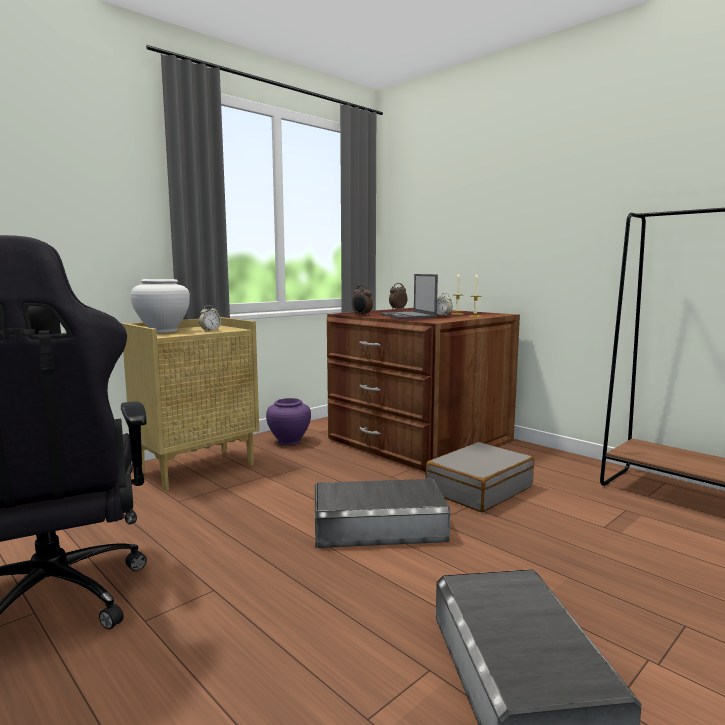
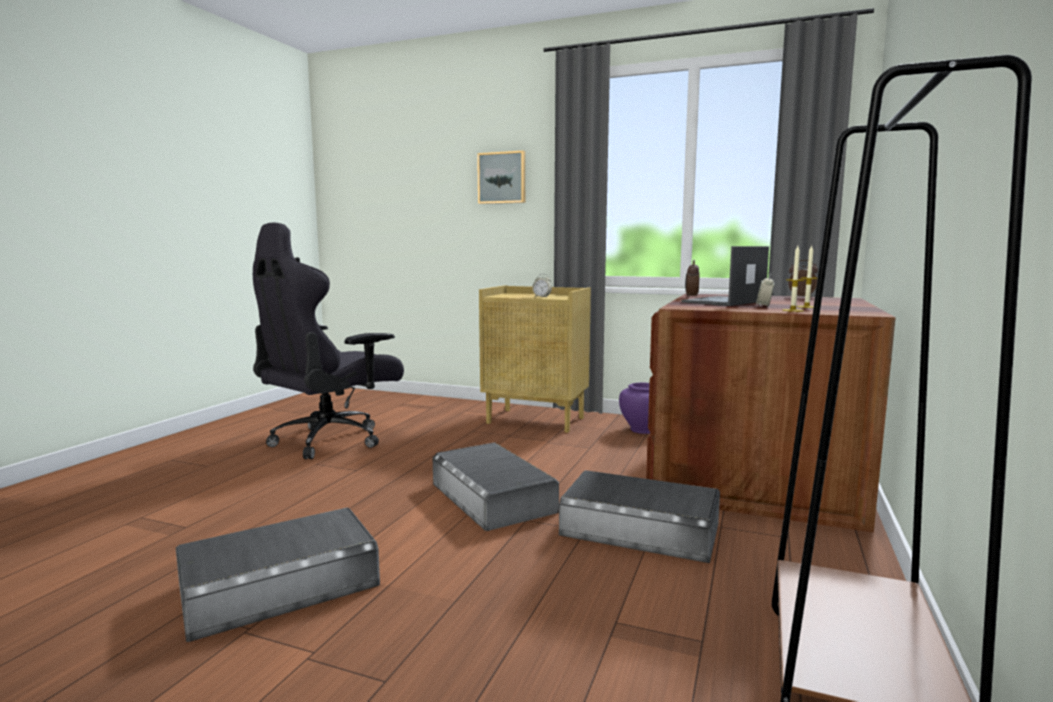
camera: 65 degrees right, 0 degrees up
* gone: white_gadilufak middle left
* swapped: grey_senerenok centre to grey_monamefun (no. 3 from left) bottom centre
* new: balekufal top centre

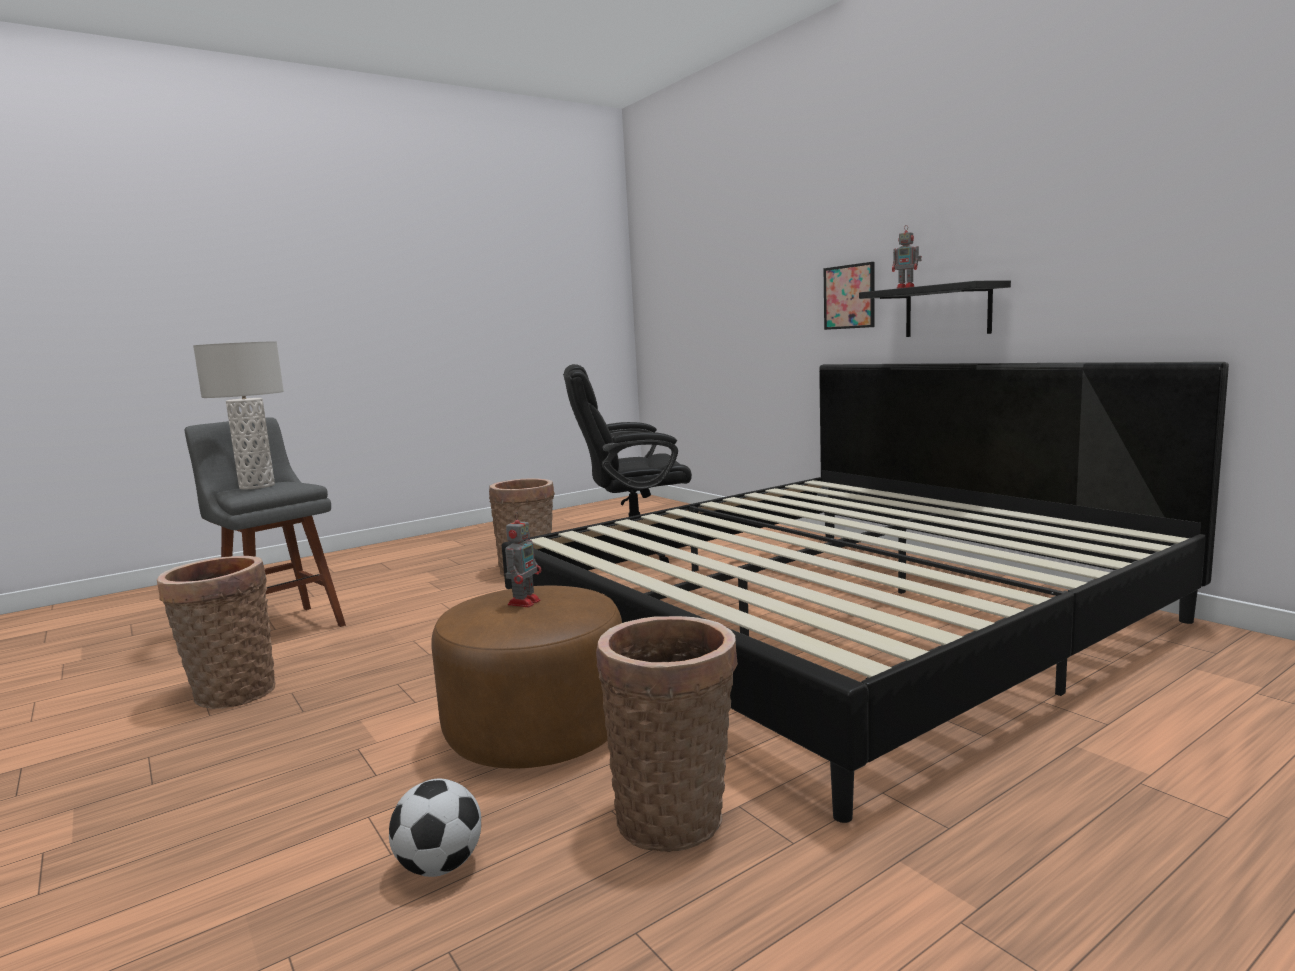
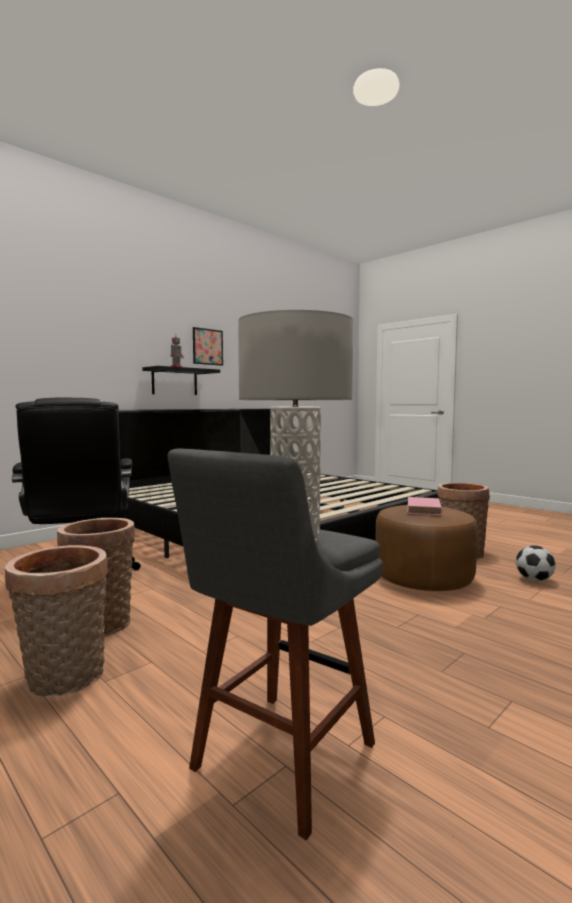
camera: 100 degrees left, 5 degrees down
* shifted: balekufal top centre to centre
* swapped: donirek (no. 1 from left) centre to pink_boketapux middle right
* shifted: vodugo (no. 1 from left) middle left to bottom left

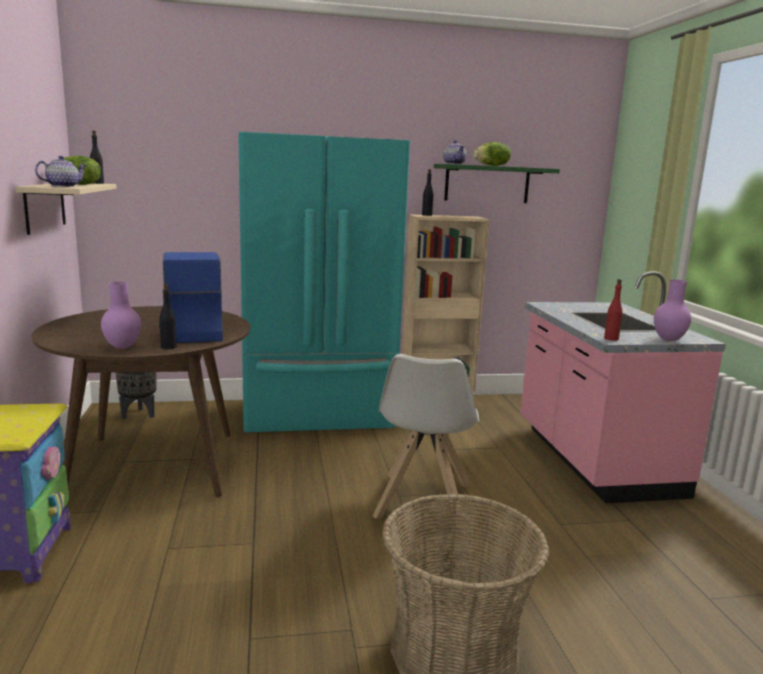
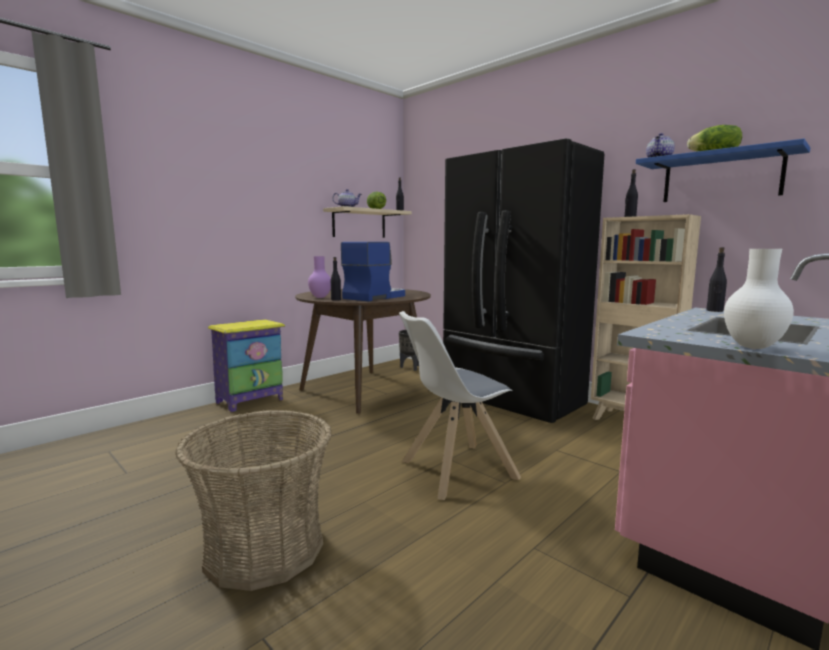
camera: 55 degrees right, 5 degrees down
* repainted: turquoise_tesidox centre to black_tesidox centre
* repainted: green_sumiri top centre to blue_sumiri top right
* gone: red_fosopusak middle right
* repainted: purple_gadilufak (no. 2 from left) middle right to white_gadilufak middle right
* new: black_fosopusak (no. 4 from left) middle right

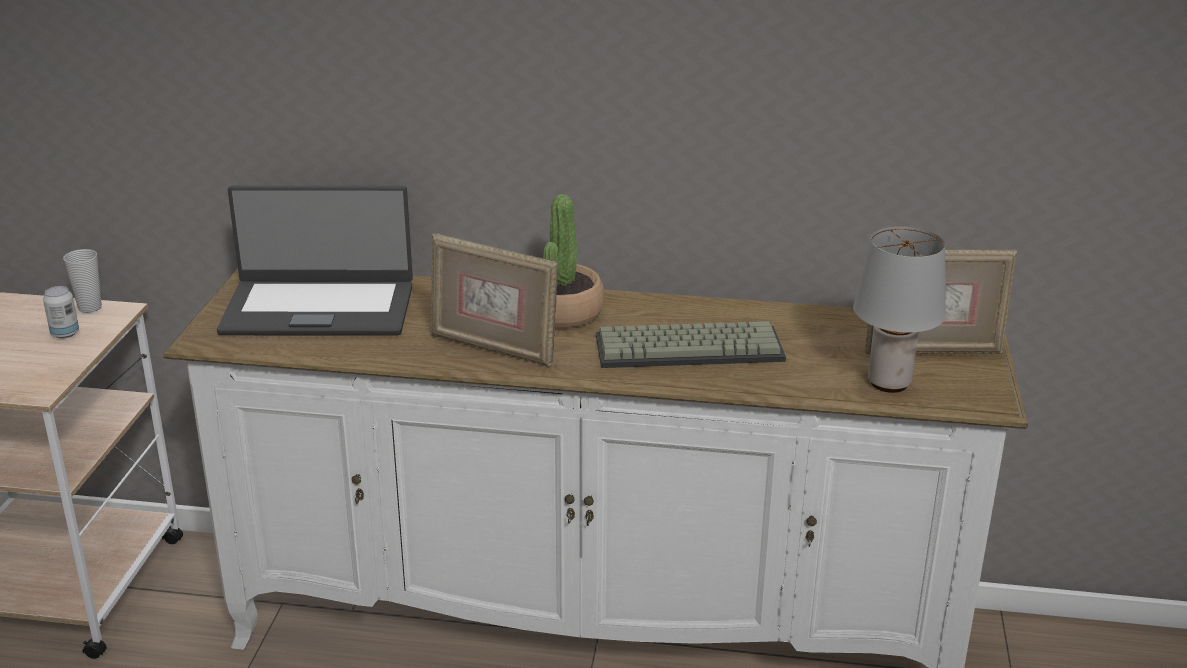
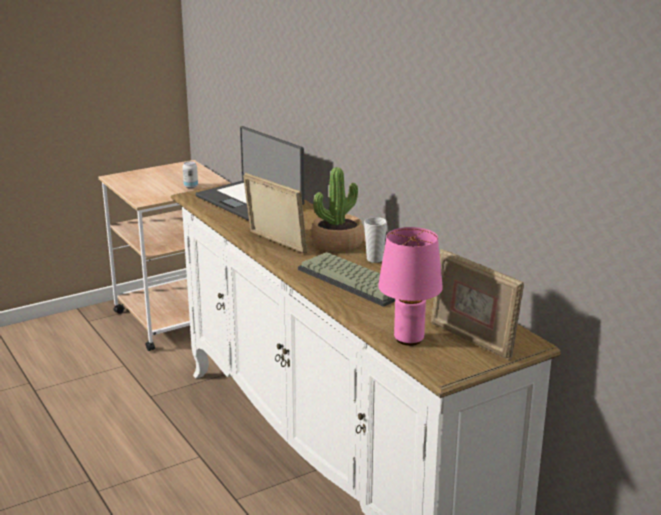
camera: 50 degrees right, 5 degrees down
* repainted: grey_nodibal middle right to pink_nodibal centre
* rotated: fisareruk (no. 1 from left) centre = centre 150 degrees clockwise
* shifted: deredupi middle left to centre

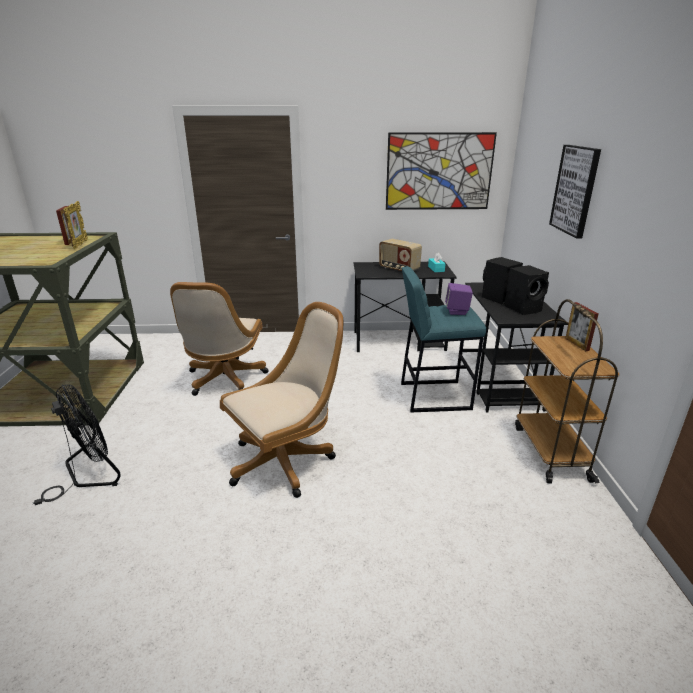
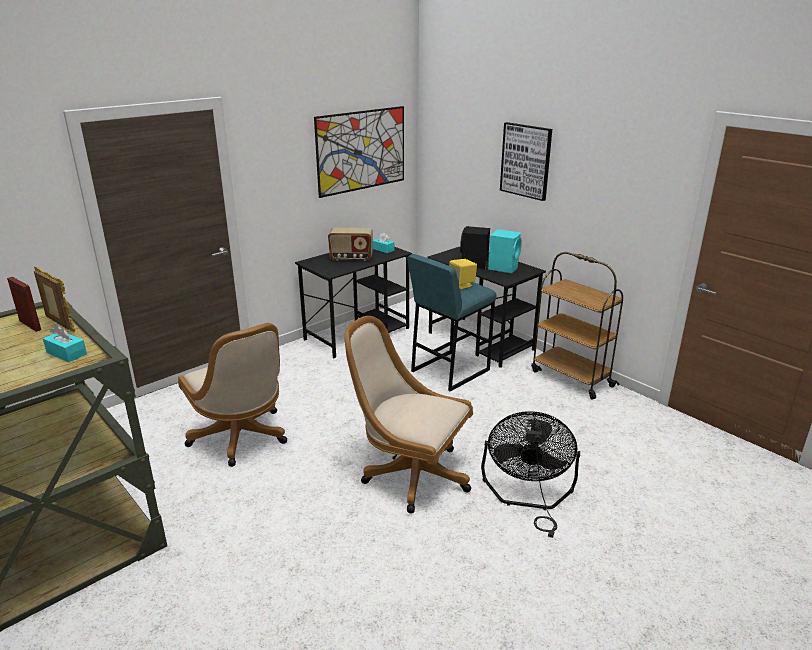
camera: 40 degrees left, 0 degrees up
* repainted: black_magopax (no. 2 from left) middle right to turquoise_magopax centre
* repainted: purple_magopax centre to yellow_magopax centre
* rotated: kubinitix (no. 2 from left) centre = centre 75 degrees counterclockwise
* gone: fisareruk (no. 3 from left) middle right
* shifted: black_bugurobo middle left to bottom centre
* new: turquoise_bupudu (no. 1 from left) middle left

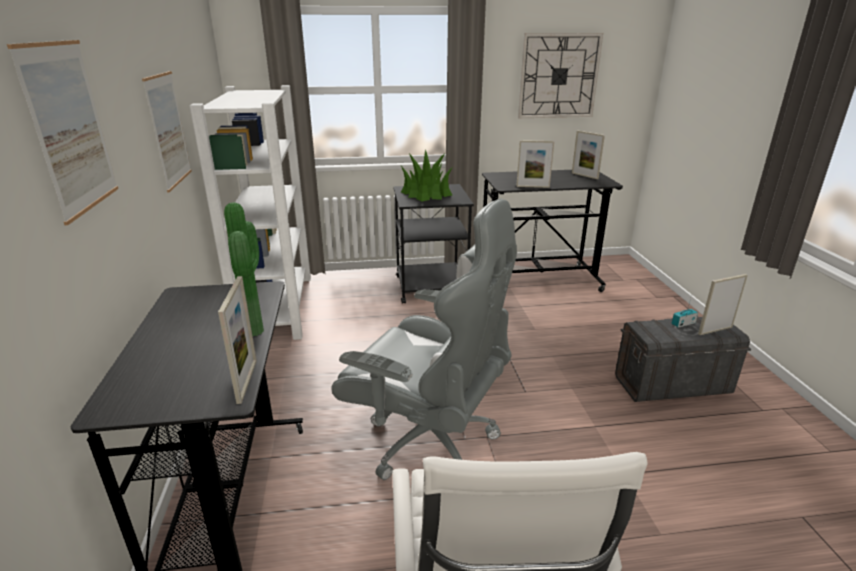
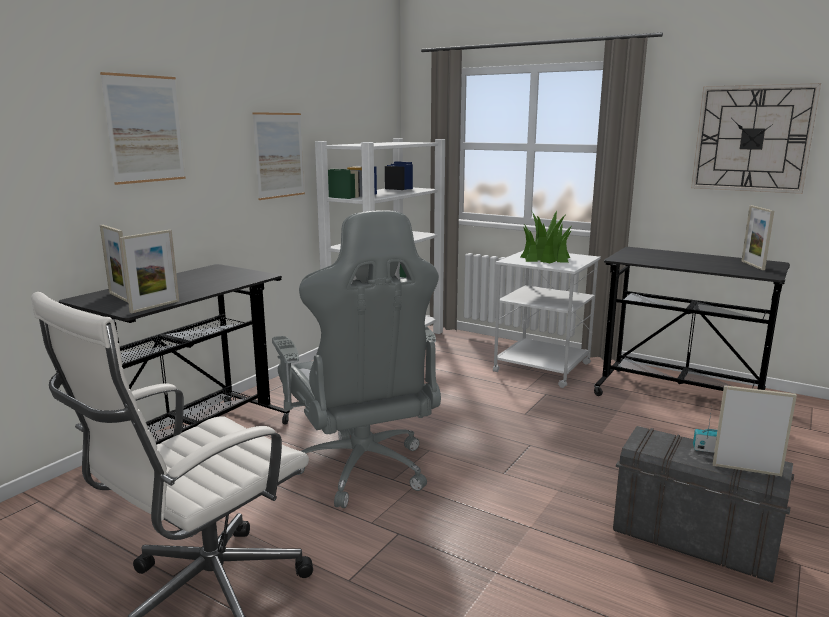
camera: 40 degrees right, 10 degrees down
* shifted: fisareruk (no. 2 from left in the first image) top centre to fisareruk (no. 1 from left) middle left
* repainted: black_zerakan centre to white_zerakan centre
* gone: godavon (no. 1 from left) middle left

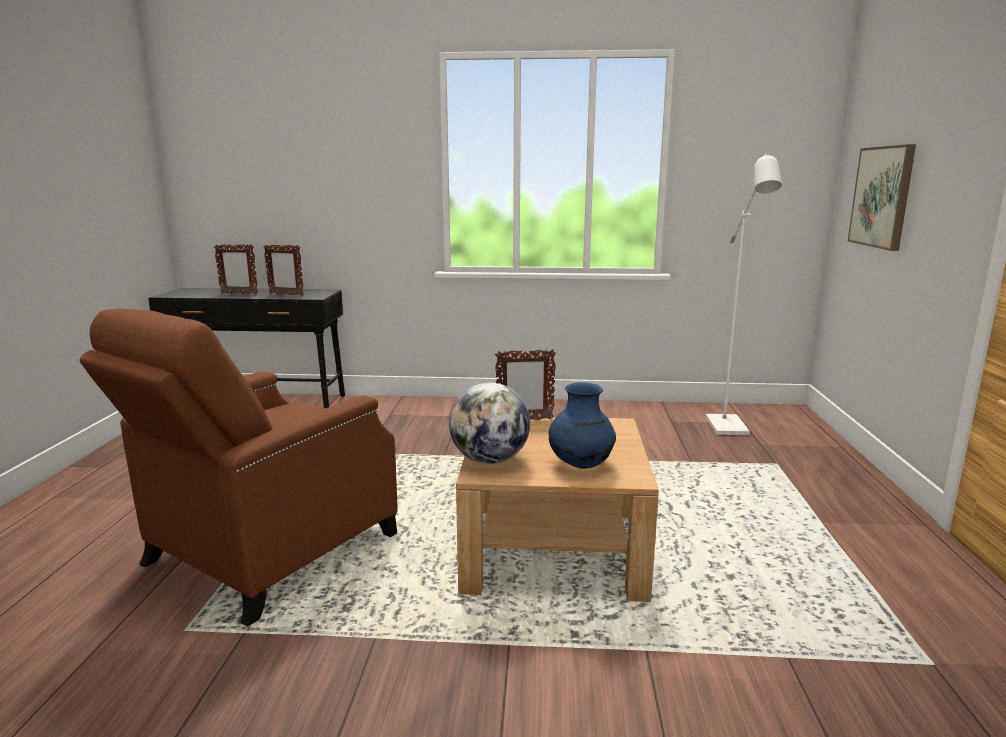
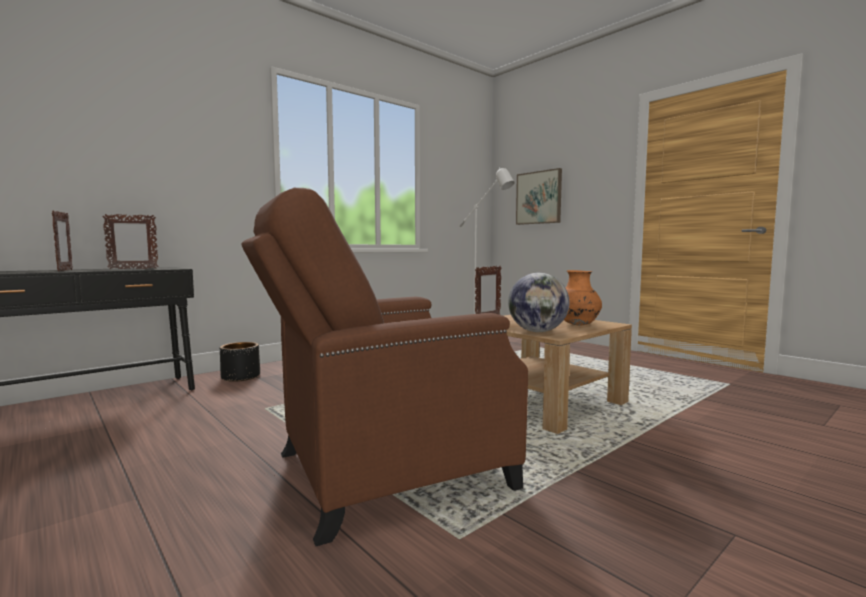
camera: 45 degrees left, 10 degrees down
* rotated: fisareruk (no. 1 from left) middle left = middle left 75 degrees counterclockwise
* rotated: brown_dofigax middle left = centre 75 degrees clockwise
* repainted: blue_gadilufak centre to orange_gadilufak middle right
* new: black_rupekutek middle left

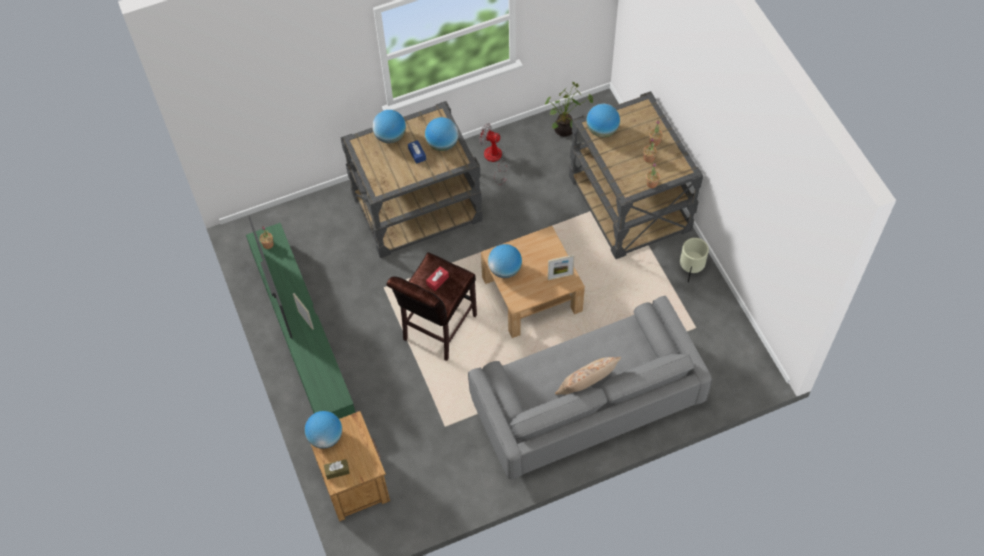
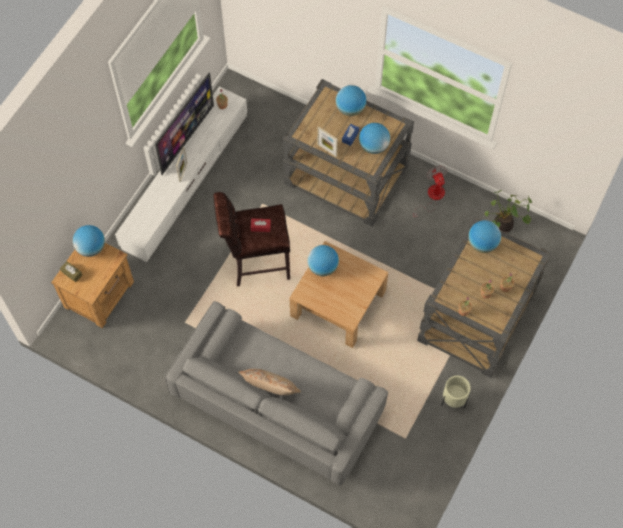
camera: 50 degrees right, 5 degrees up
* repainted: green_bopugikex middle left to white_bopugikex top left
* shifted: fisareruk (no. 2 from left) centre to top centre

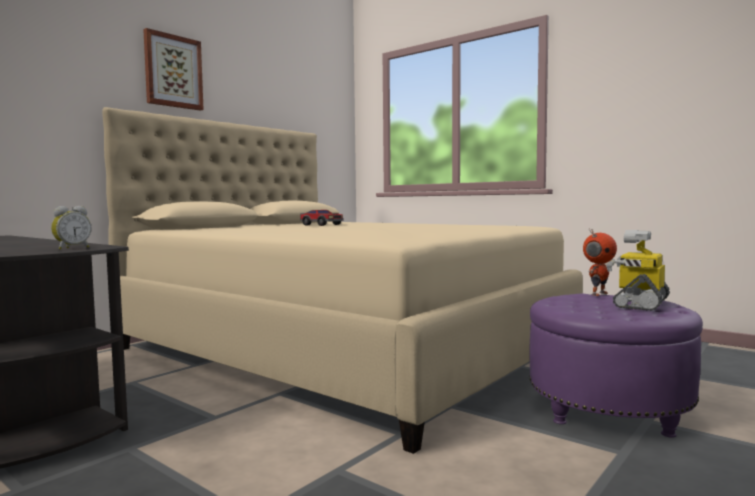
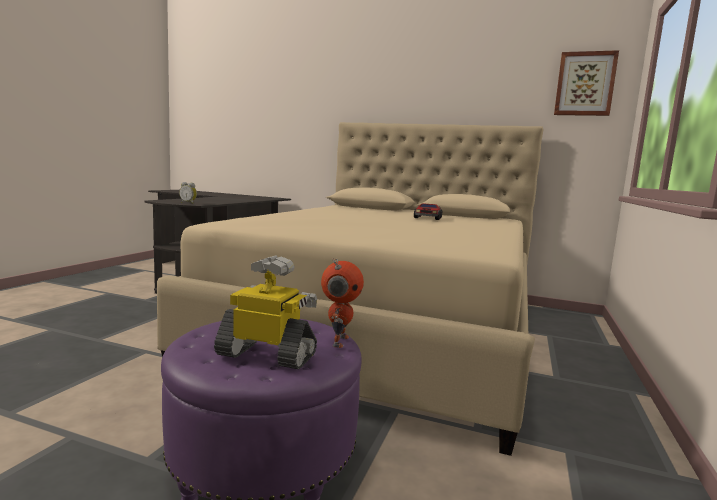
camera: 70 degrees right, 5 degrees up
* shifted: balekufal top left to top right
* rotated: donirek (no. 1 from left in the first image) middle right = centre 105 degrees counterclockwise

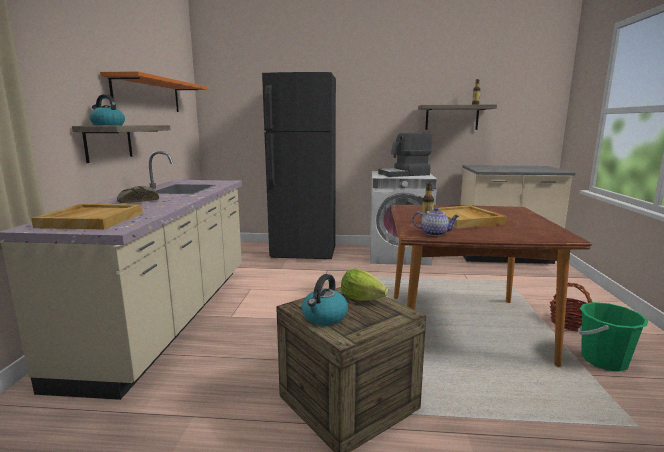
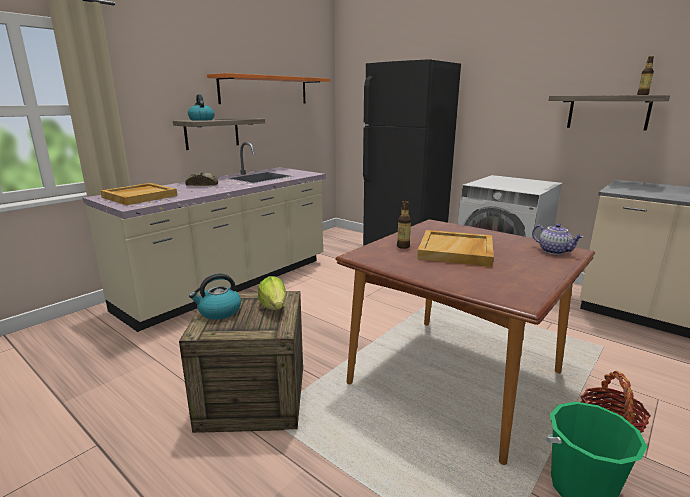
camera: 35 degrees right, 5 degrees up
* gone: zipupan centre
* shifted: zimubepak centre to middle right

